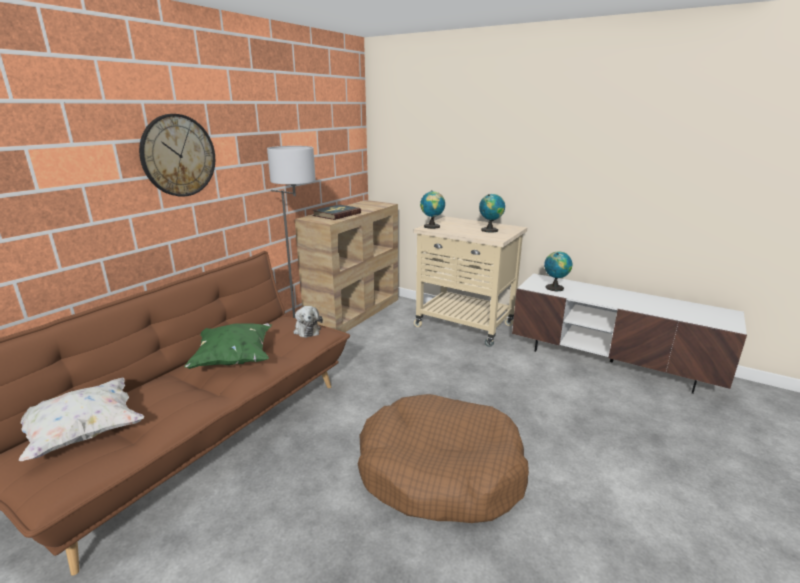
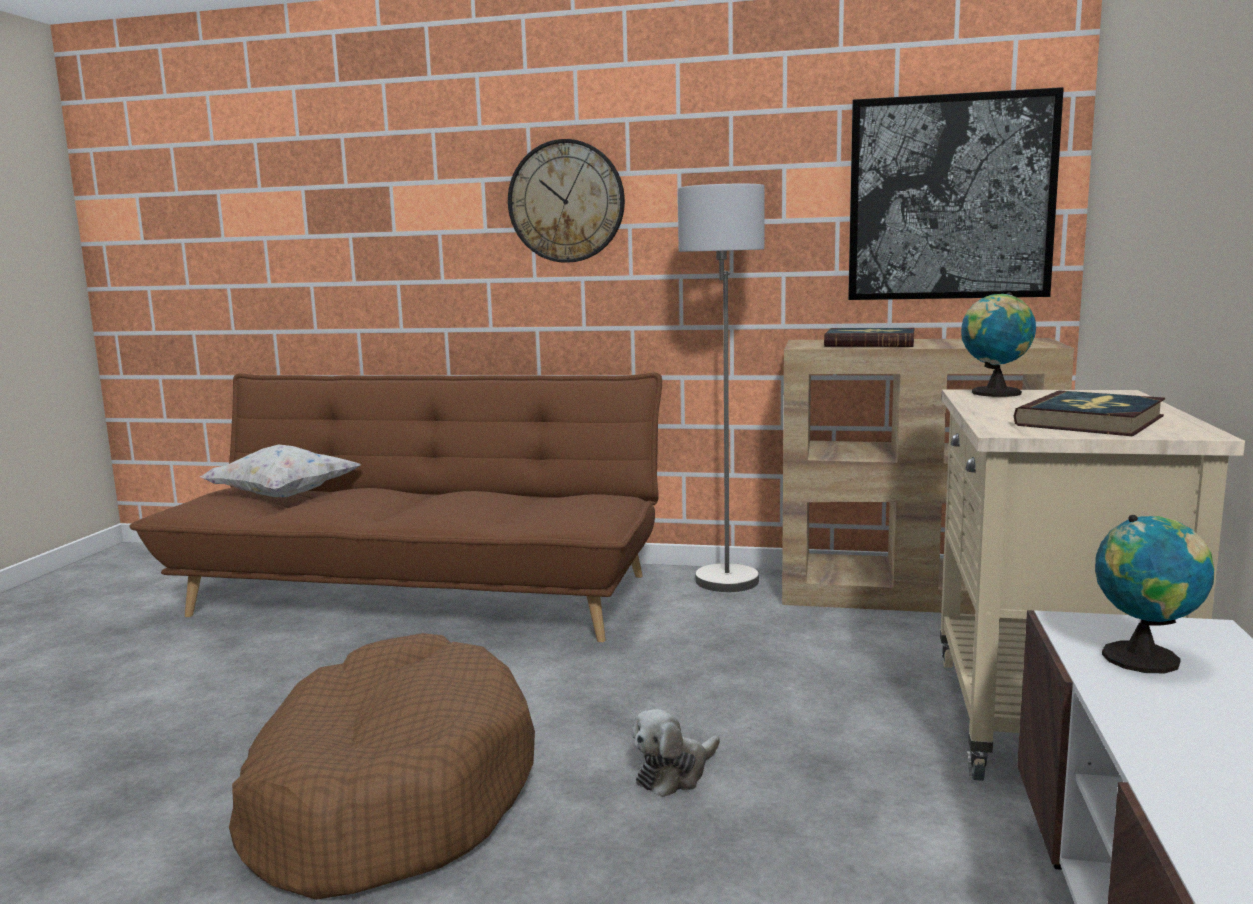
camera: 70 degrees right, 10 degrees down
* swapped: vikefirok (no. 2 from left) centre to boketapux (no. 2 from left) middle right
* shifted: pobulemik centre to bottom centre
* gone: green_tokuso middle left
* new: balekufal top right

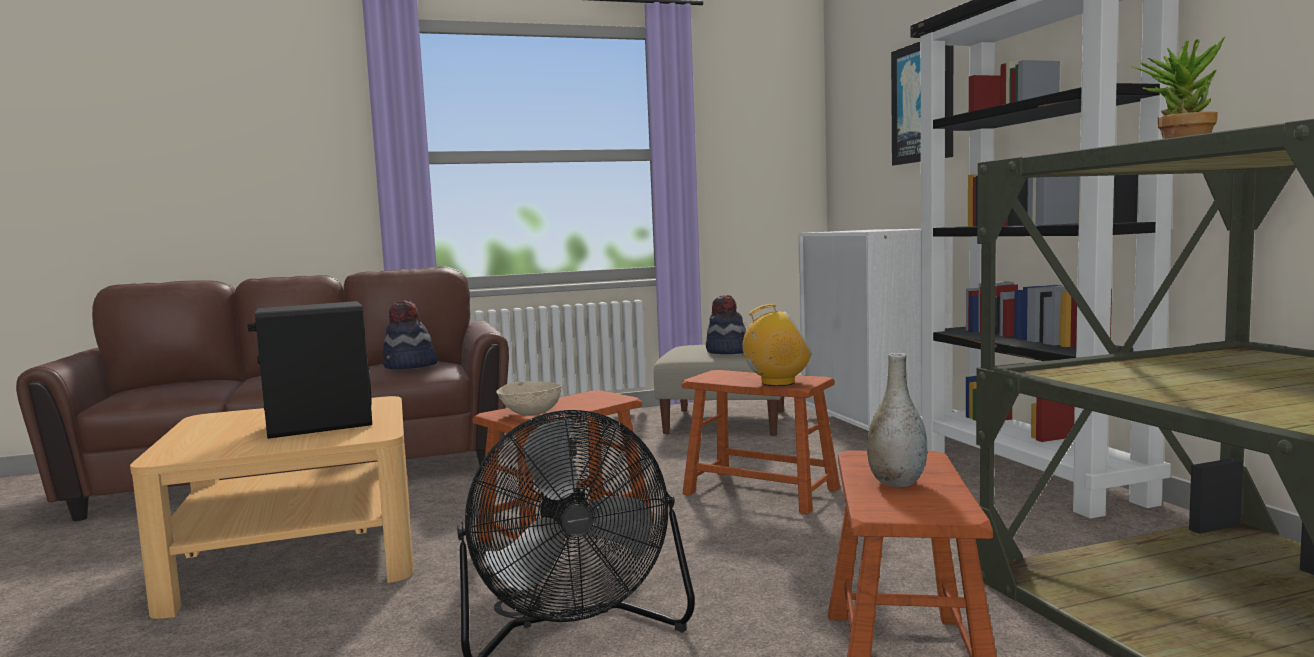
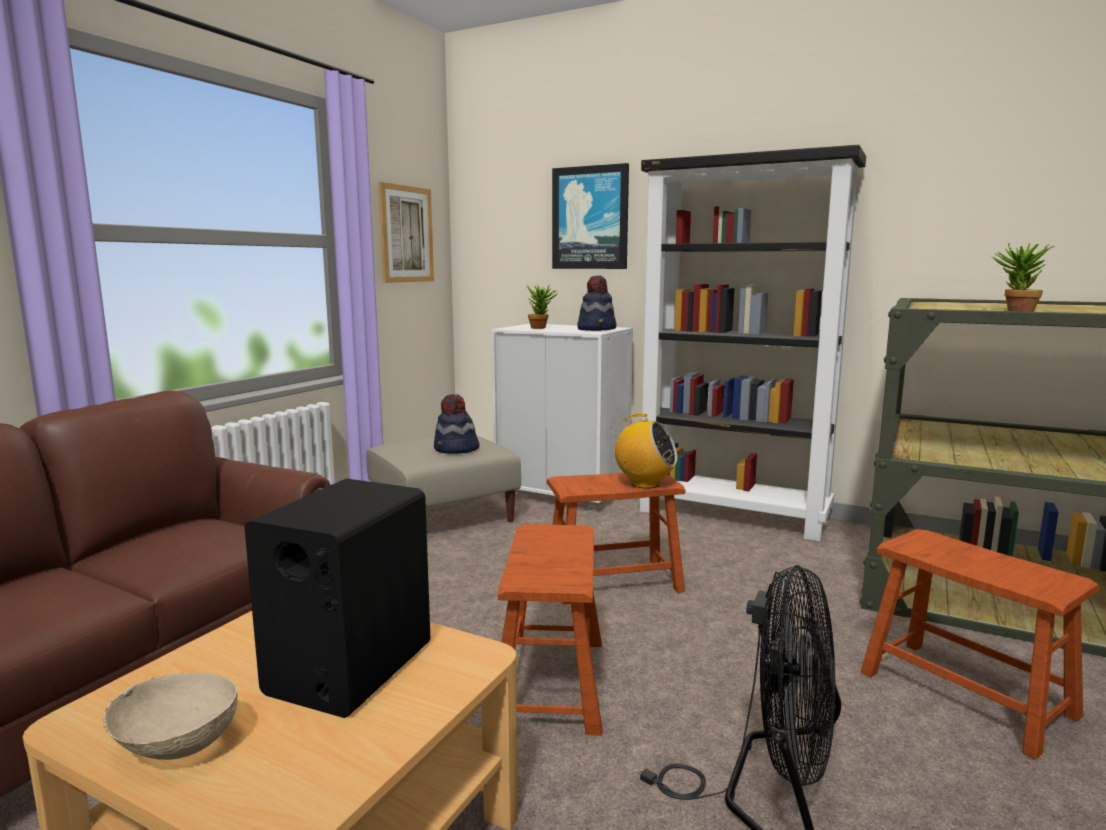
camera: 45 degrees left, 5 degrees up
* shifted: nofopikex (no. 1 from left in the first image) middle left to nofopikex (no. 2 from left) centre
* rotated: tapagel centre = centre 75 degrees clockwise
* gone: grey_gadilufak middle right
* shifted: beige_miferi centre to bottom left
* new: balekufal (no. 1 from left) top centre
* new: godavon (no. 1 from left) centre

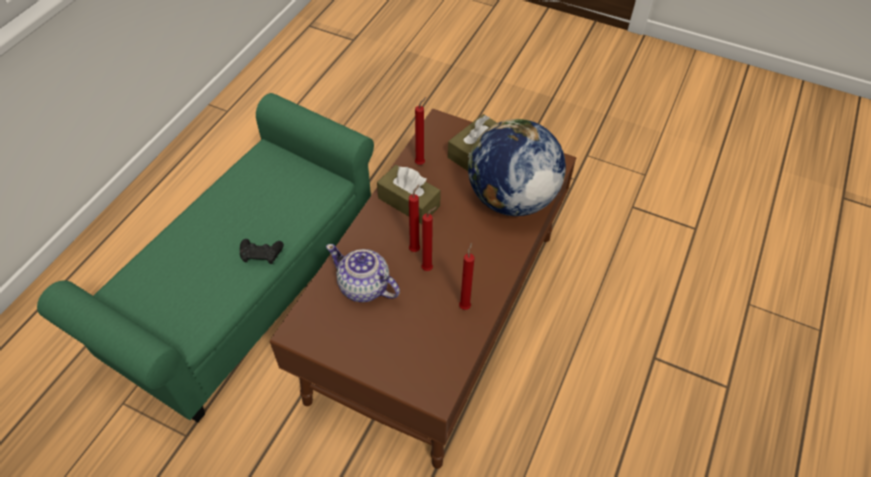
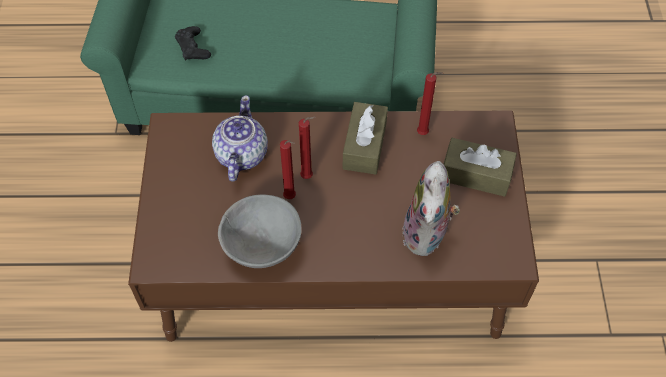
camera: 65 degrees right, 5 degrees up
* swapped: vikefirok centre to pobulemik centre
* shifted: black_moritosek middle left to top left
* swapped: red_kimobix (no. 4 from left) centre to grey_miferi centre

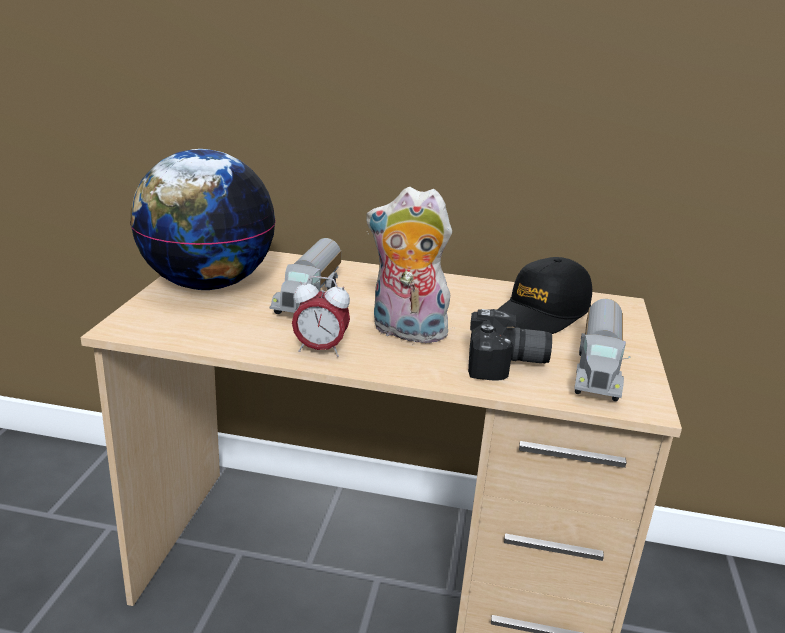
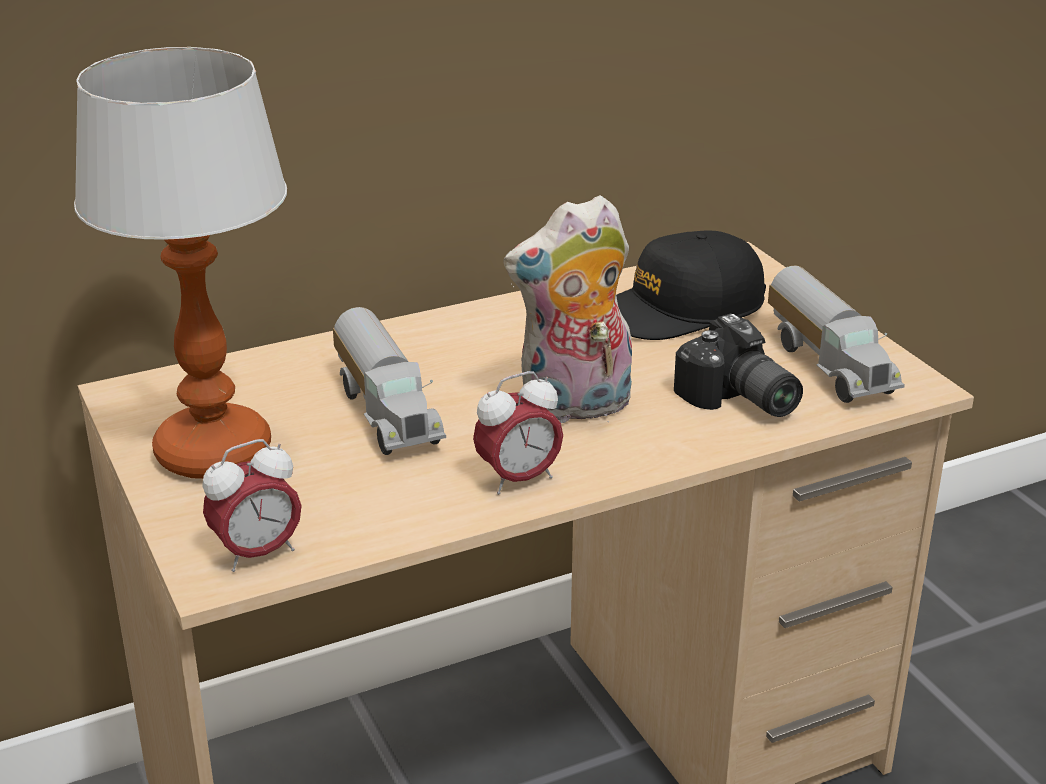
camera: 35 degrees left, 5 degrees up
* swapped: vikefirok middle left to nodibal middle left
* rotated: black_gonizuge middle right = centre 60 degrees clockwise
* rotated: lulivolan centre = middle right 90 degrees clockwise
* new: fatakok (no. 1 from left) middle left

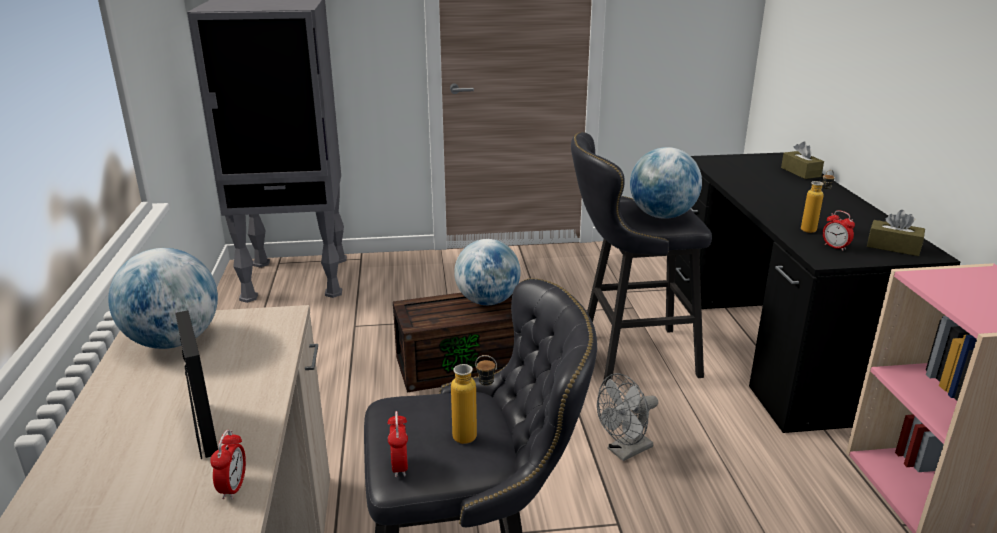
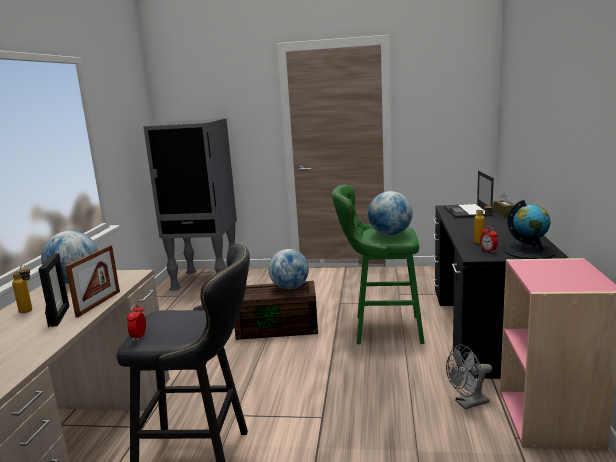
camera: 15 degrees right, 10 degrees down
* repainted: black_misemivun (no. 2 from left) centre to green_misemivun centre
* swapped: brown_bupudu (no. 2 from left) middle right to vikefirok (no. 4 from left) middle right
* shifted: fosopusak (no. 1 from left) bottom centre to middle left
* shifted: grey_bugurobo bottom centre to bottom right
* gone: fatakok (no. 1 from left) bottom left
* new: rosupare middle right
* new: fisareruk (no. 2 from left) middle left

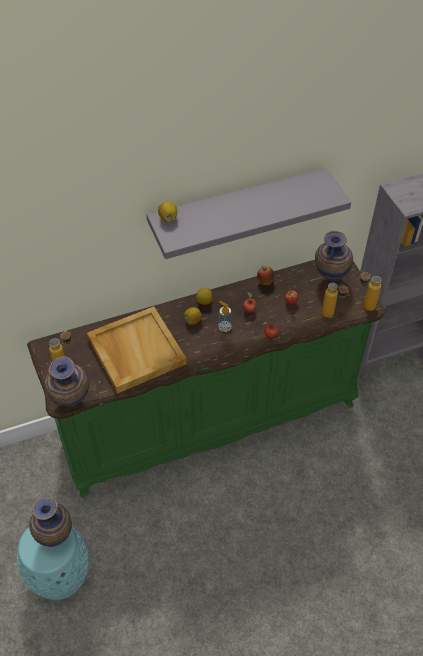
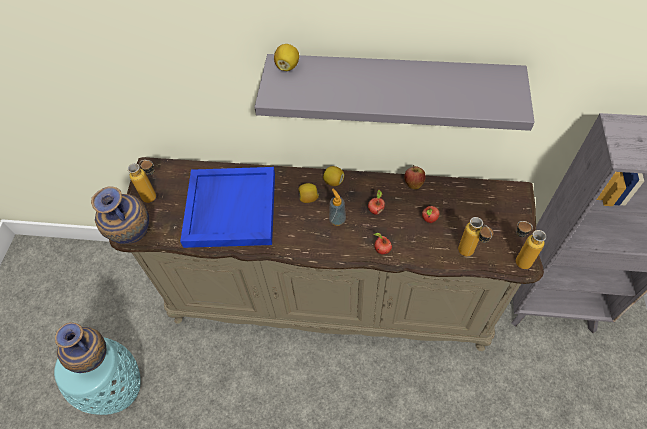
camera: 30 degrees right, 5 degrees up
* gone: gadilufak (no. 3 from left) middle right
* repainted: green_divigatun centre to beige_divigatun centre
* repainted: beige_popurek middle left to blue_popurek centre

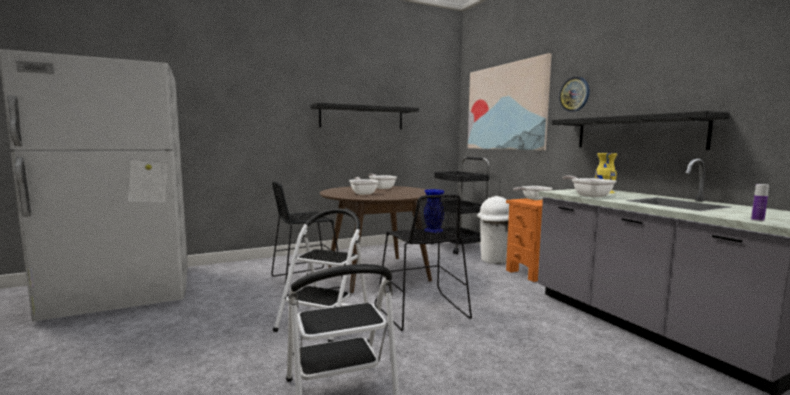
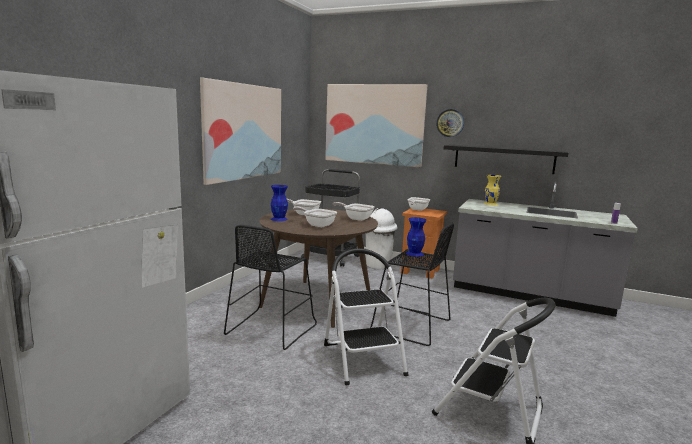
camera: 40 degrees left, 5 degrees up
* swapped: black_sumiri (no. 1 from left) top centre to balekufal (no. 1 from left) top centre
* shifted: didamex (no. 4 from left in the first image) middle right to didamex (no. 3 from left) centre
* new: blue_gadilufak (no. 1 from left) centre

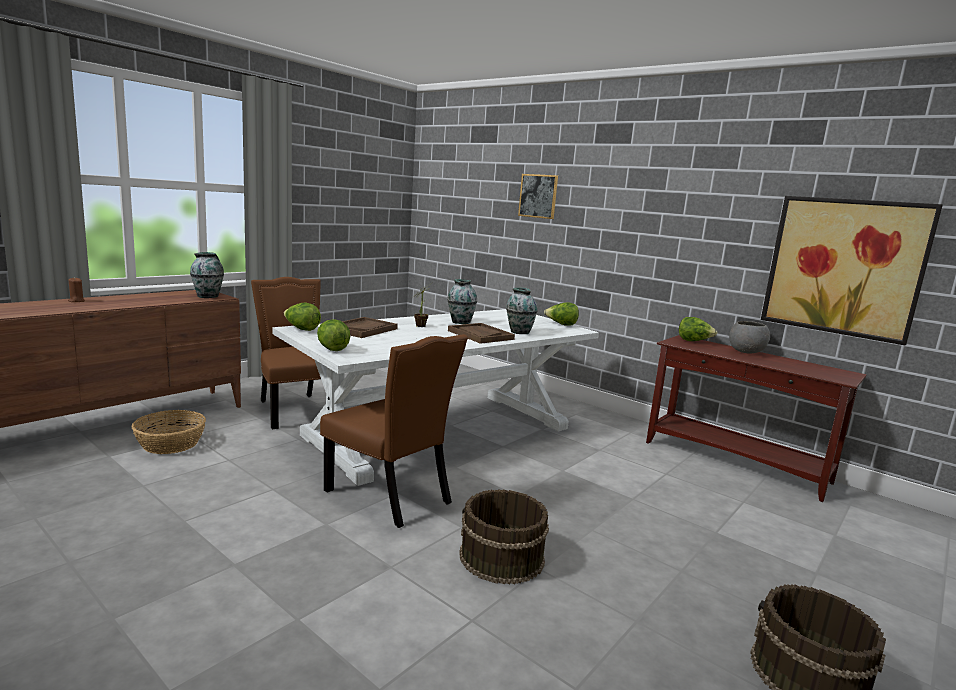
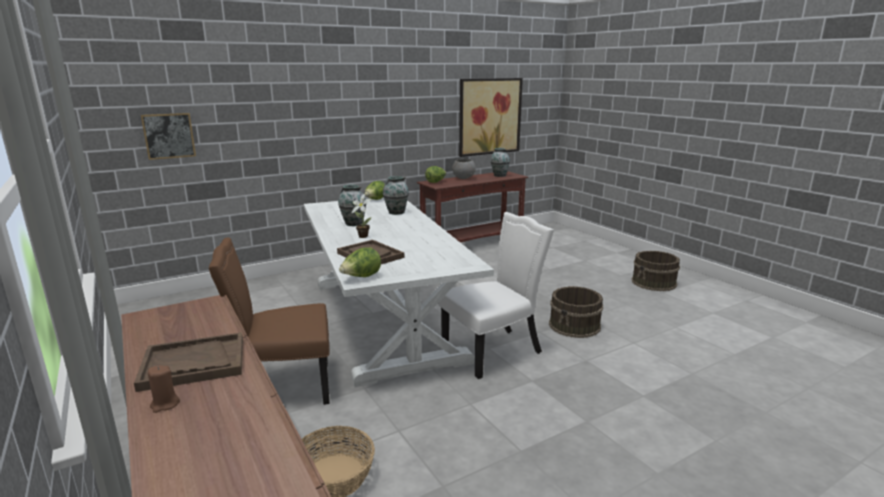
camera: 70 degrees left, 5 degrees up
* shifted: balekufal (no. 1 from left) top centre to top left
* shifted: gadilufak (no. 1 from left in the first image) middle left to gadilufak (no. 3 from left) top centre
* gone: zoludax (no. 2 from left) centre
* shifted: brown_popurek (no. 2 from left in the first image) centre to brown_popurek (no. 1 from left) bottom left
* repainted: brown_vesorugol (no. 2 from left) centre to white_vesorugol centre

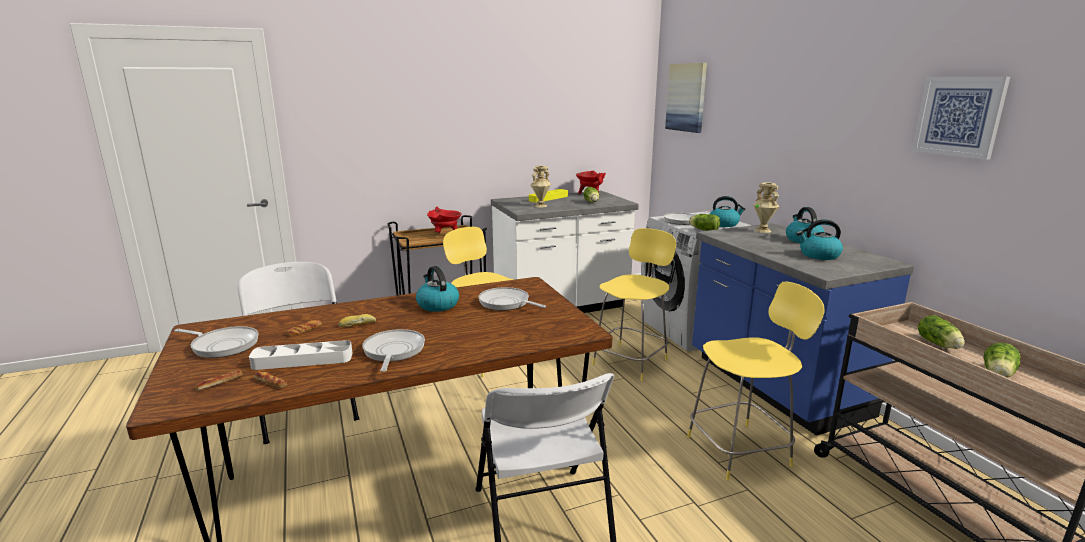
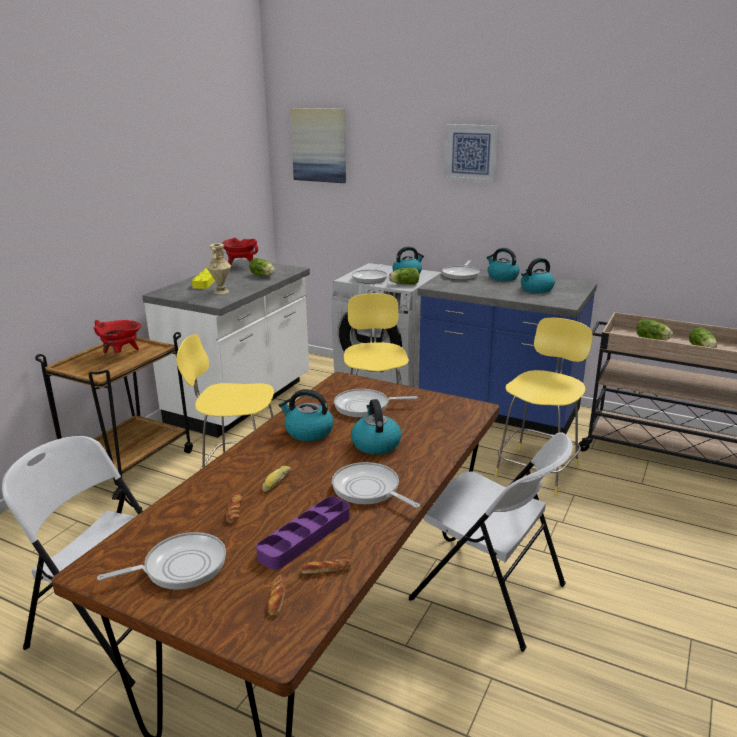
camera: 40 degrees left, 5 degrees up
* shifted: balekufal (no. 2 from left) top right to top centre
* swapped: beige_gadilufak (no. 2 from left) middle right to didamex (no. 5 from left) centre
* repainted: white_popurek middle left to purple_popurek bottom centre
* new: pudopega (no. 2 from left) centre

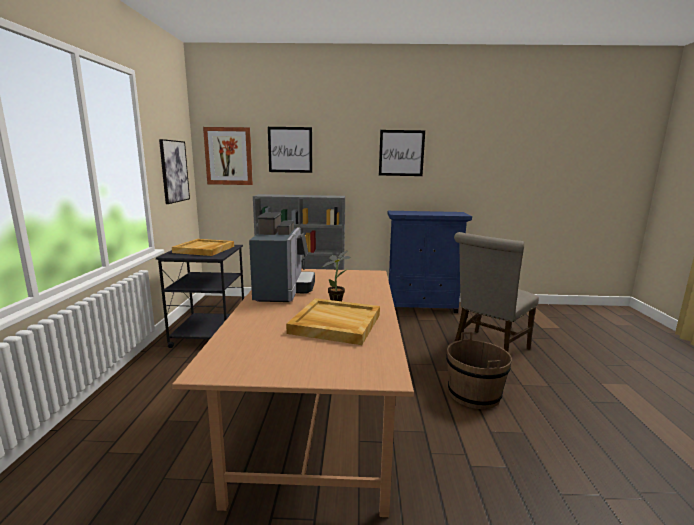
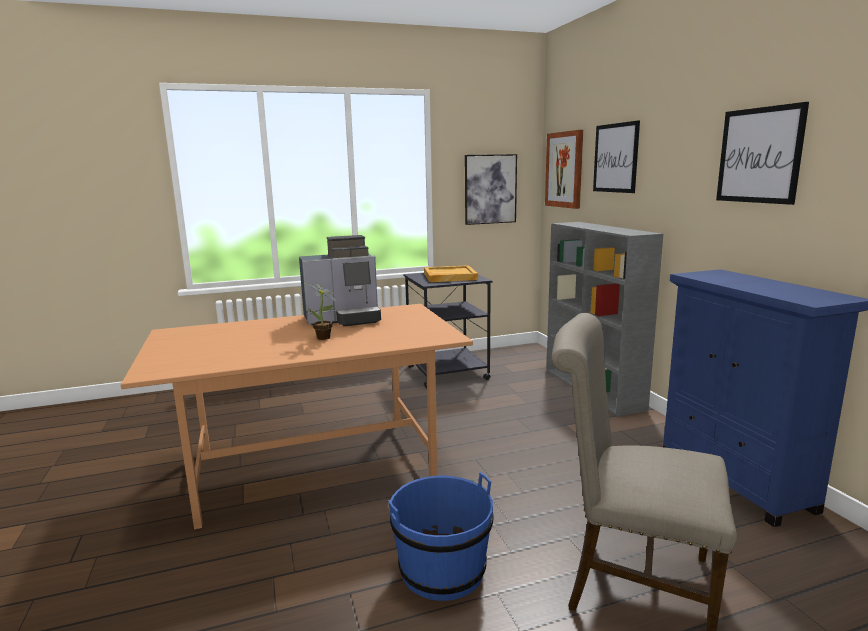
camera: 70 degrees right, 0 degrees up
* gone: beige_popurek (no. 2 from left) centre
* repainted: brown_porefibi bottom right to blue_porefibi bottom centre

